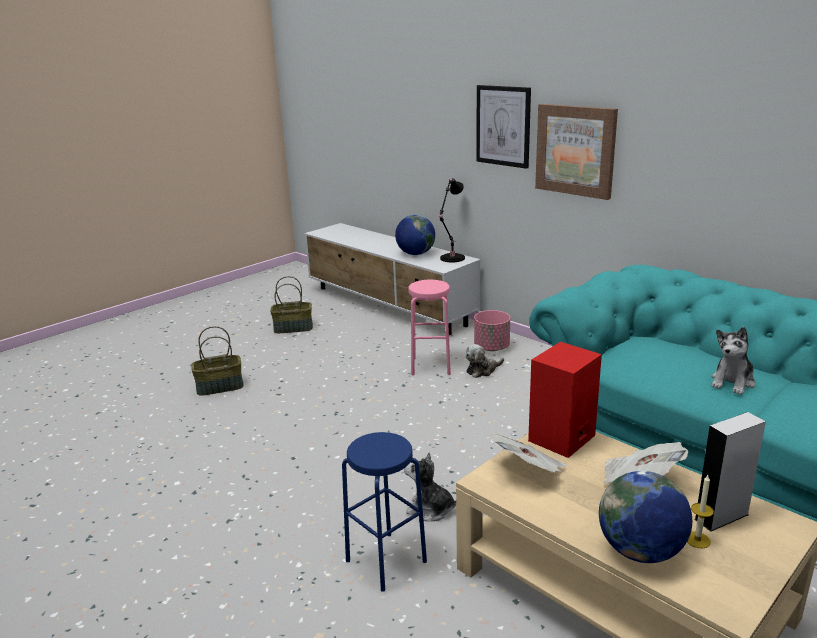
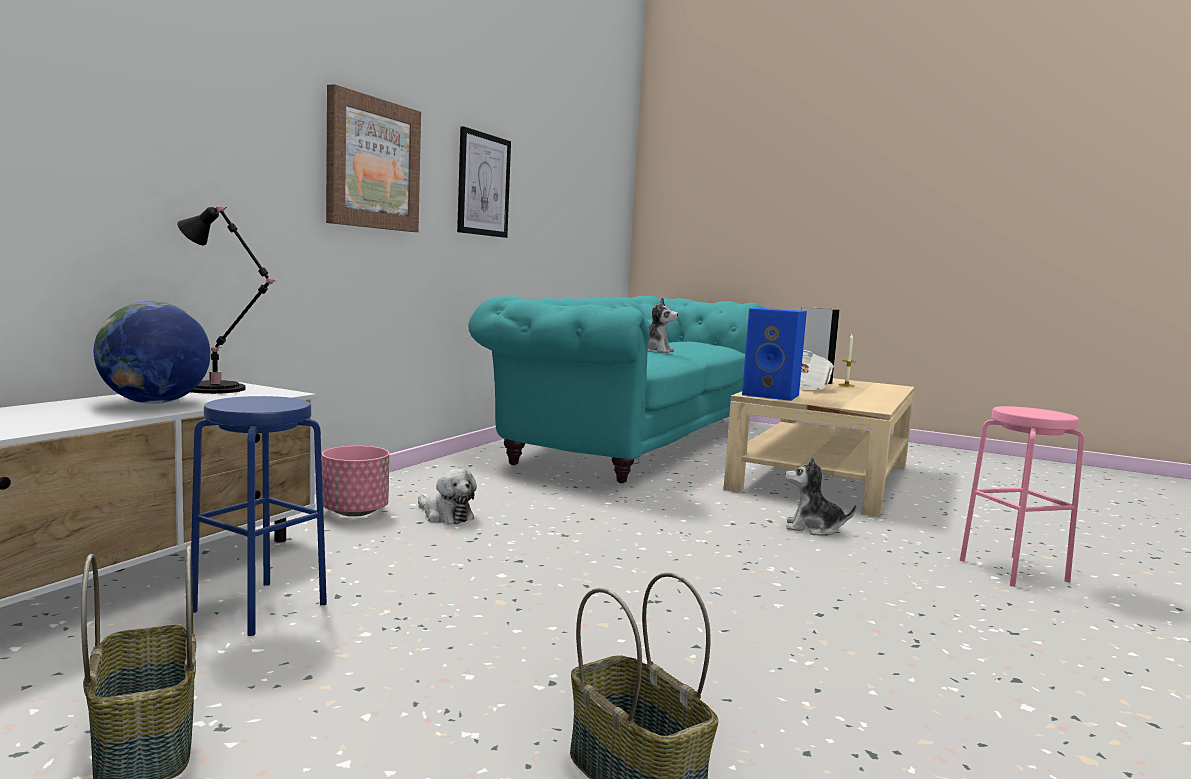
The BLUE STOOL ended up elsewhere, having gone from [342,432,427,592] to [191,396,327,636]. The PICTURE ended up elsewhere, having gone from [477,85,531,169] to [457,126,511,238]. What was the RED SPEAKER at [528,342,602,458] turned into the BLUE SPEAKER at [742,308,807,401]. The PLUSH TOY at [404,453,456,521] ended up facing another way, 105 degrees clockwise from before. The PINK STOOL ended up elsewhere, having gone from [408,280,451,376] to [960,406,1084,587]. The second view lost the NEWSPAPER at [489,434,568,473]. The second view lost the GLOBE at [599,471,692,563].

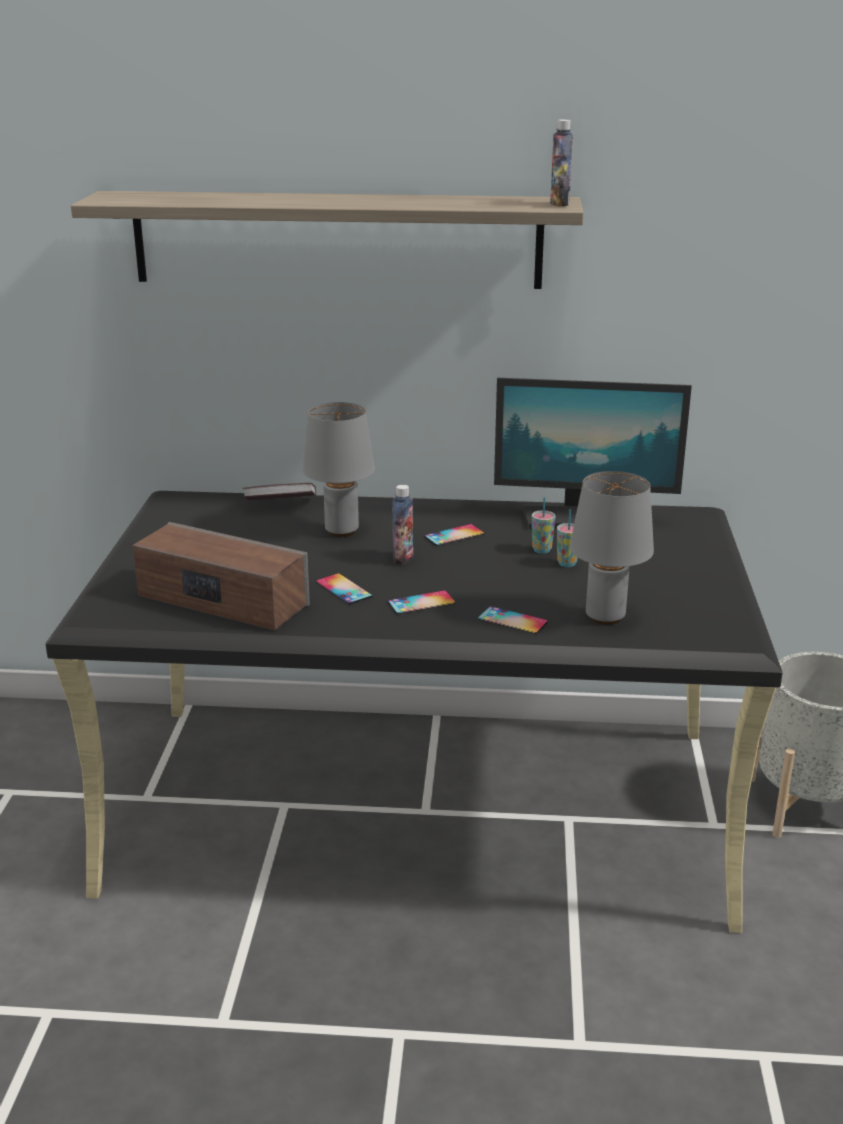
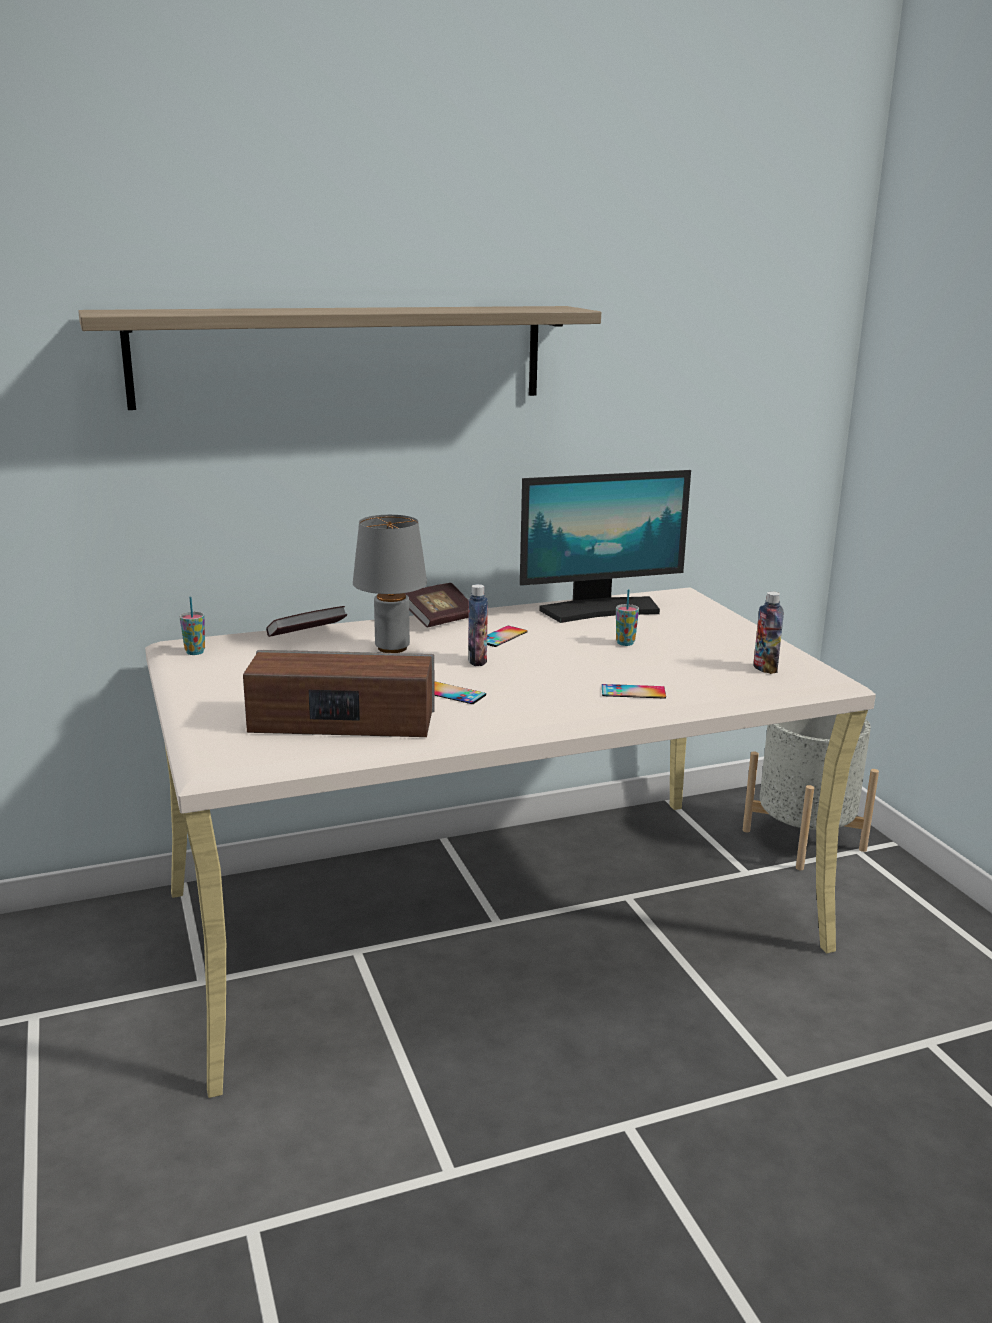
What was the BLACK DESK at [45,491,783,933] turned into the BEIGE DESK at [145,587,876,1098]. The CUP ended up elsewhere, having gone from [532,497,556,554] to [180,597,205,655]. The second view gained the BOOK at [405,583,469,628]. The BOTTLE ended up elsewhere, having gone from [550,119,573,206] to [753,591,784,674]. The second view lost the PHONE at [388,590,455,614]. The second view lost the GREY TABLE LAMP at [570,471,654,625].

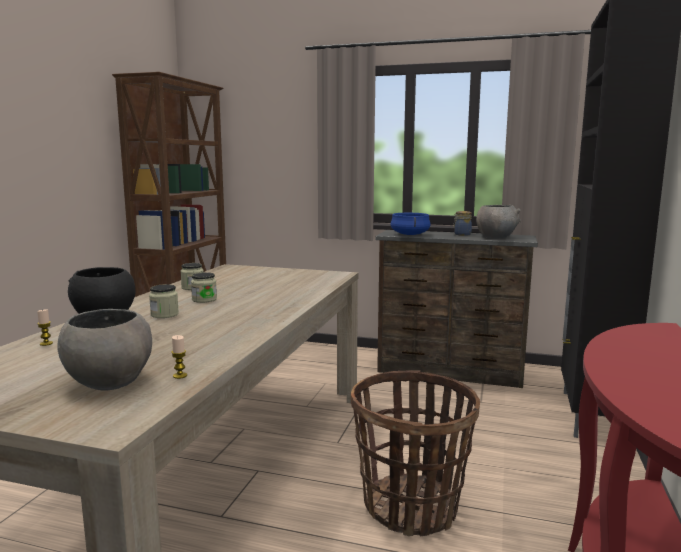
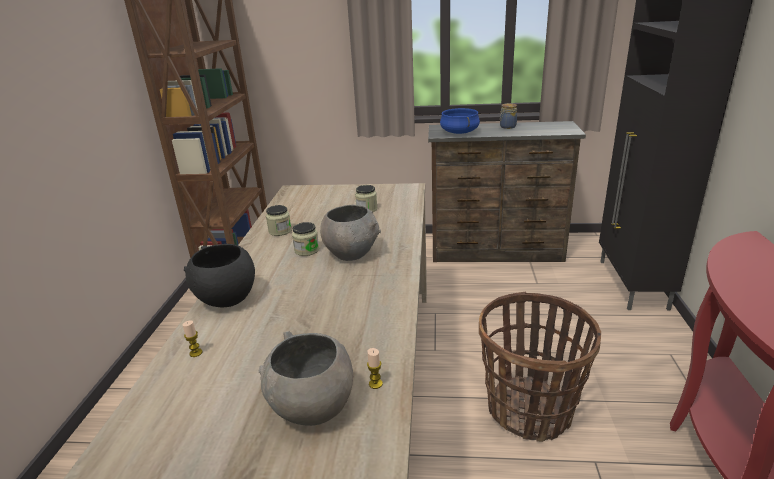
The GREY BOWL ended up elsewhere, having gone from [476,205,521,239] to [320,205,381,261]. The JAR ended up elsewhere, having gone from [149,284,179,318] to [355,185,377,212].

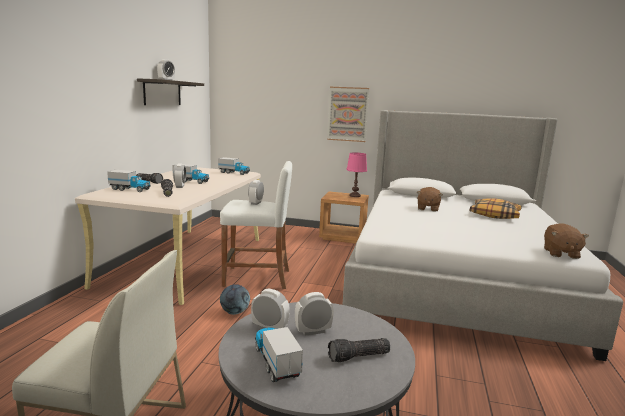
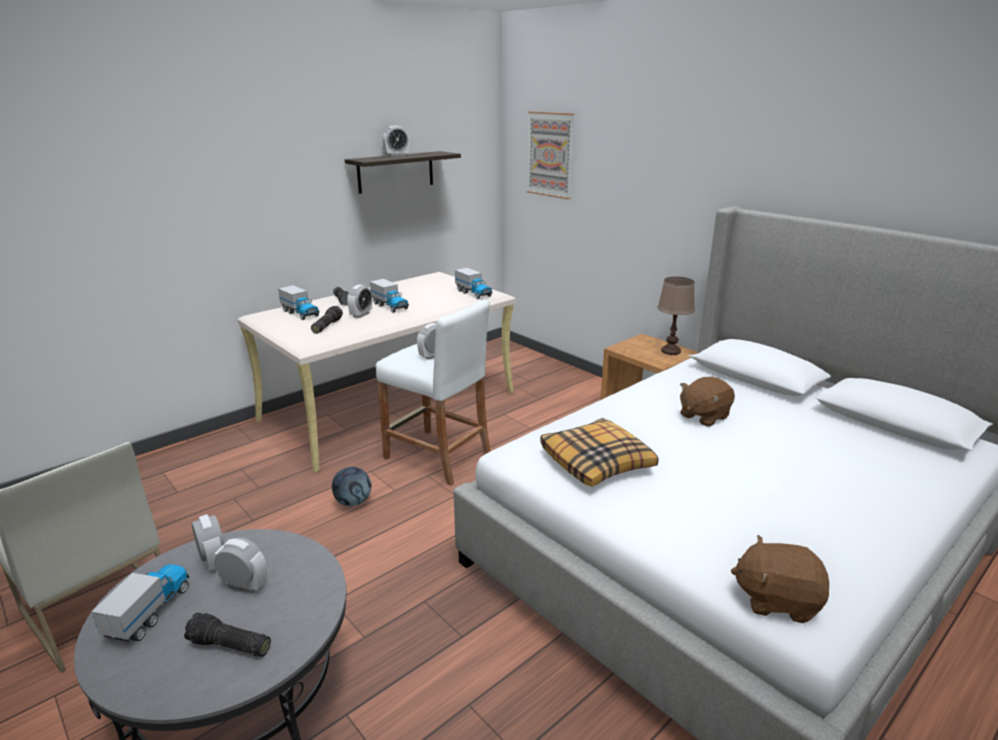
The PICTURE ended up elsewhere, having gone from [327,87,369,142] to [527,111,574,199]. The PILLOW ended up elsewhere, having gone from [470,198,522,219] to [541,418,659,487]. What was the PINK TABLE LAMP at [346,152,367,197] turned into the BROWN TABLE LAMP at [657,277,695,355]. The BROWN PLUSH TOY at [544,223,589,259] ended up facing another way, 60 degrees clockwise from before.

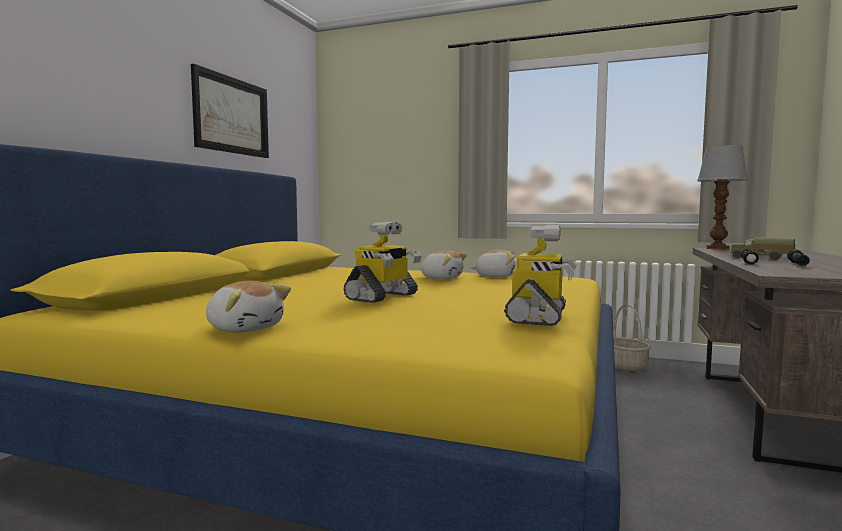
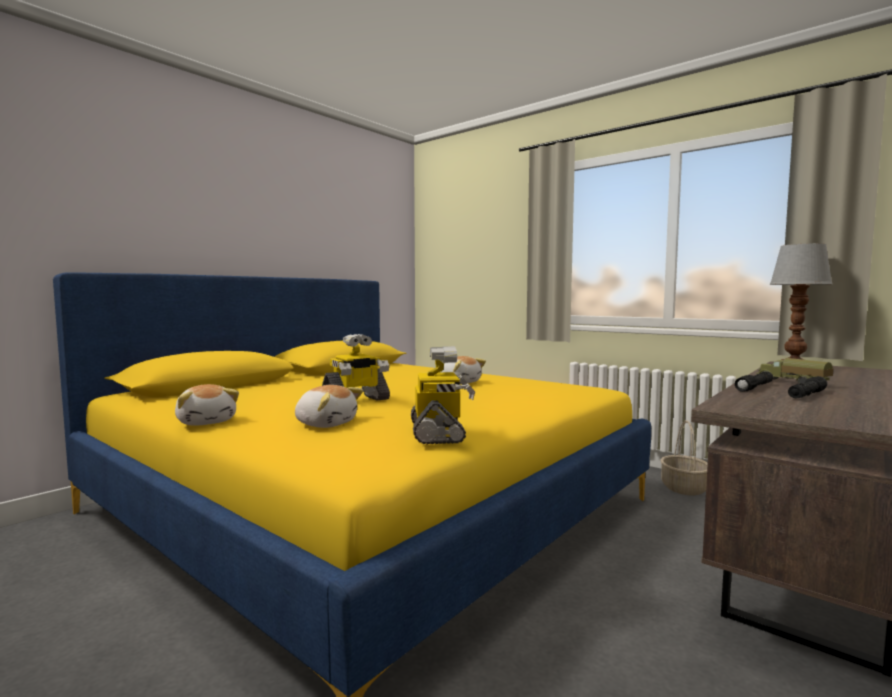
The PLUSH TOY ended up elsewhere, having gone from [470,249,516,277] to [295,385,363,428]. The TOY ROBOT at [504,225,577,326] ended up facing another way, 45 degrees counterclockwise from before. The second view lost the PICTURE at [191,64,269,158].

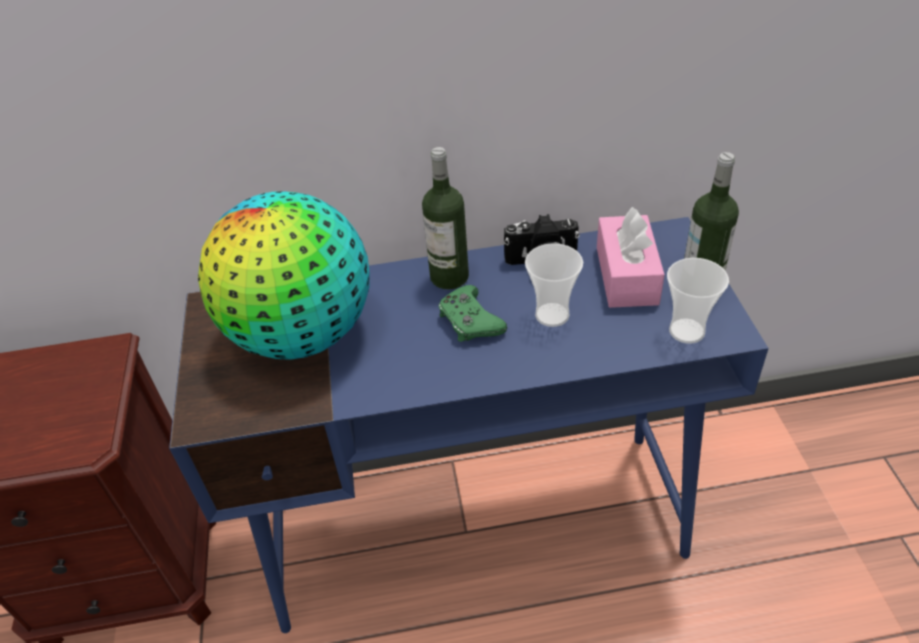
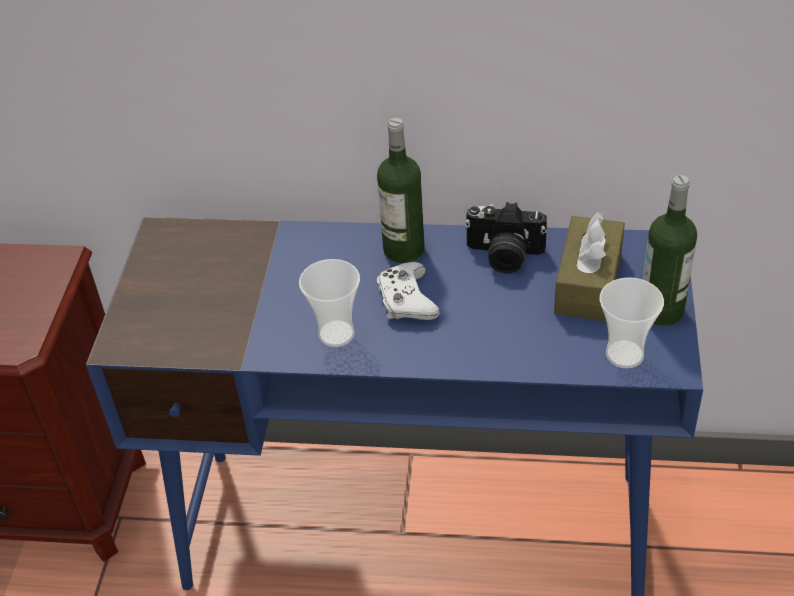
The CUP ended up elsewhere, having gone from [525,243,583,327] to [299,259,360,347]. What was the GREEN GAME CONTROLLER at [439,285,507,342] turned into the WHITE GAME CONTROLLER at [377,262,440,320]. What was the PINK TISSUE BOX at [597,207,665,308] turned into the BROWN TISSUE BOX at [554,212,625,321]. The second view lost the GLOBE at [198,191,370,360].

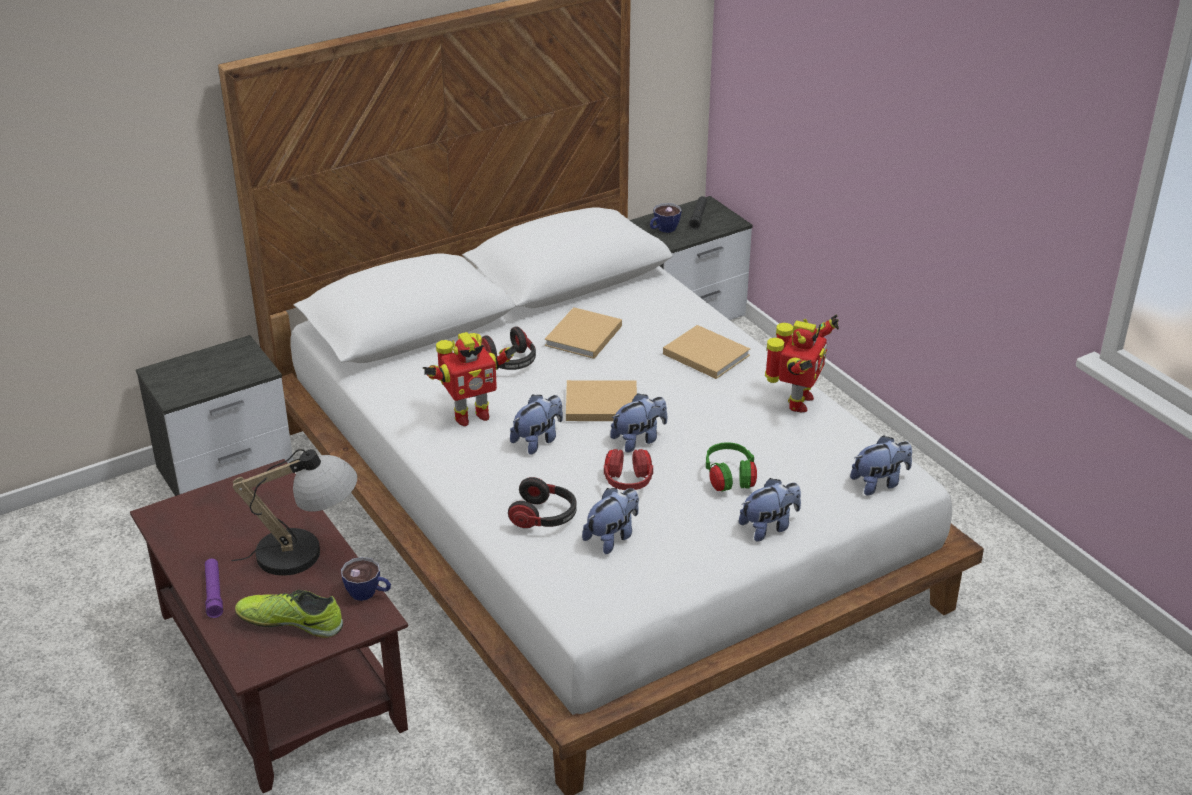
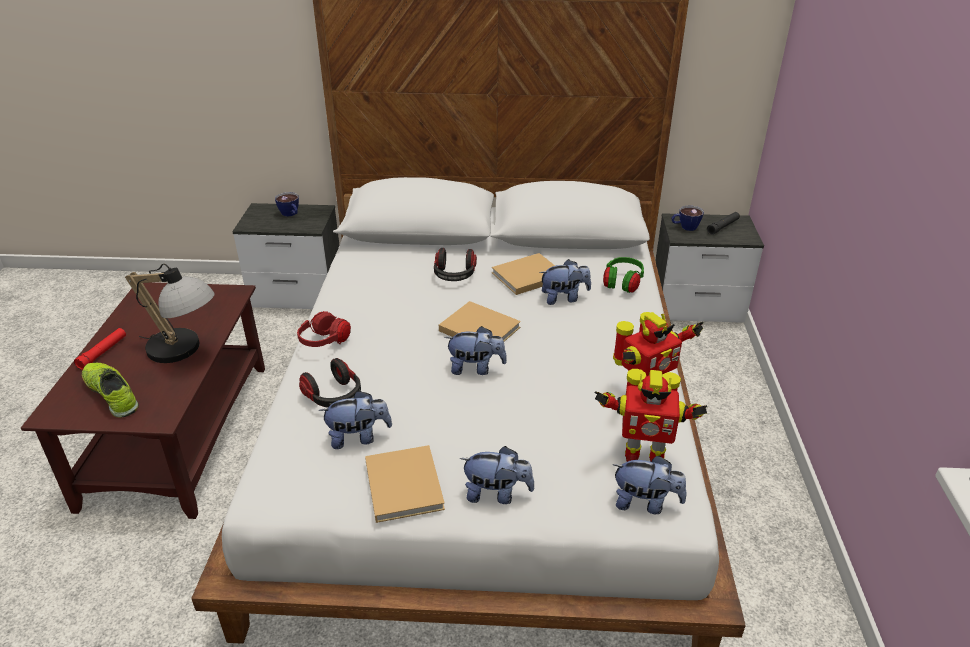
What was the PURPLE FLASHLIGHT at [205,559,223,618] turned into the RED FLASHLIGHT at [74,328,126,370]. The CUP ended up elsewhere, having gone from [341,557,391,601] to [275,192,299,217]. The RED HEADPHONES ended up elsewhere, having gone from [604,449,653,490] to [297,311,351,347]. The BEIGE BOOK ended up elsewhere, having gone from [663,325,750,379] to [365,445,445,523]. The PLUSH TOY ended up elsewhere, having gone from [510,395,563,455] to [540,259,591,305]. The TOY ROBOT ended up elsewhere, having gone from [423,332,517,426] to [594,369,707,462]. The GREEN HEADPHONES ended up elsewhere, having gone from [706,442,757,492] to [603,257,644,293].

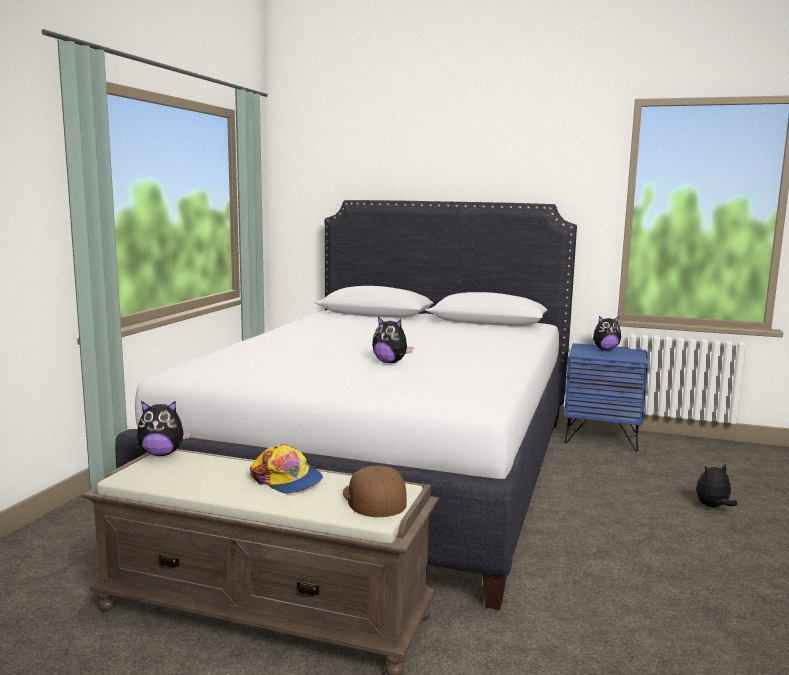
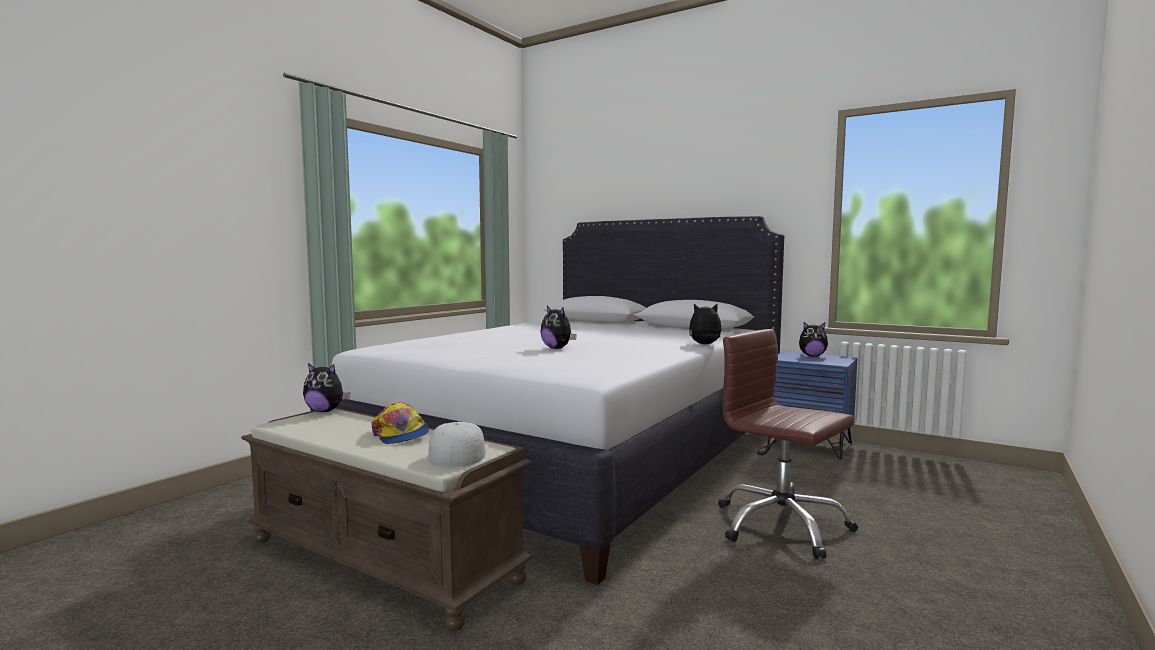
What was the BROWN CAP at [343,466,407,517] turned into the WHITE CAP at [429,422,488,468]. The PLUSH TOY ended up elsewhere, having gone from [696,463,738,507] to [689,304,721,344]. The second view gained the BROWN OFFICE CHAIR at [718,329,858,559].

